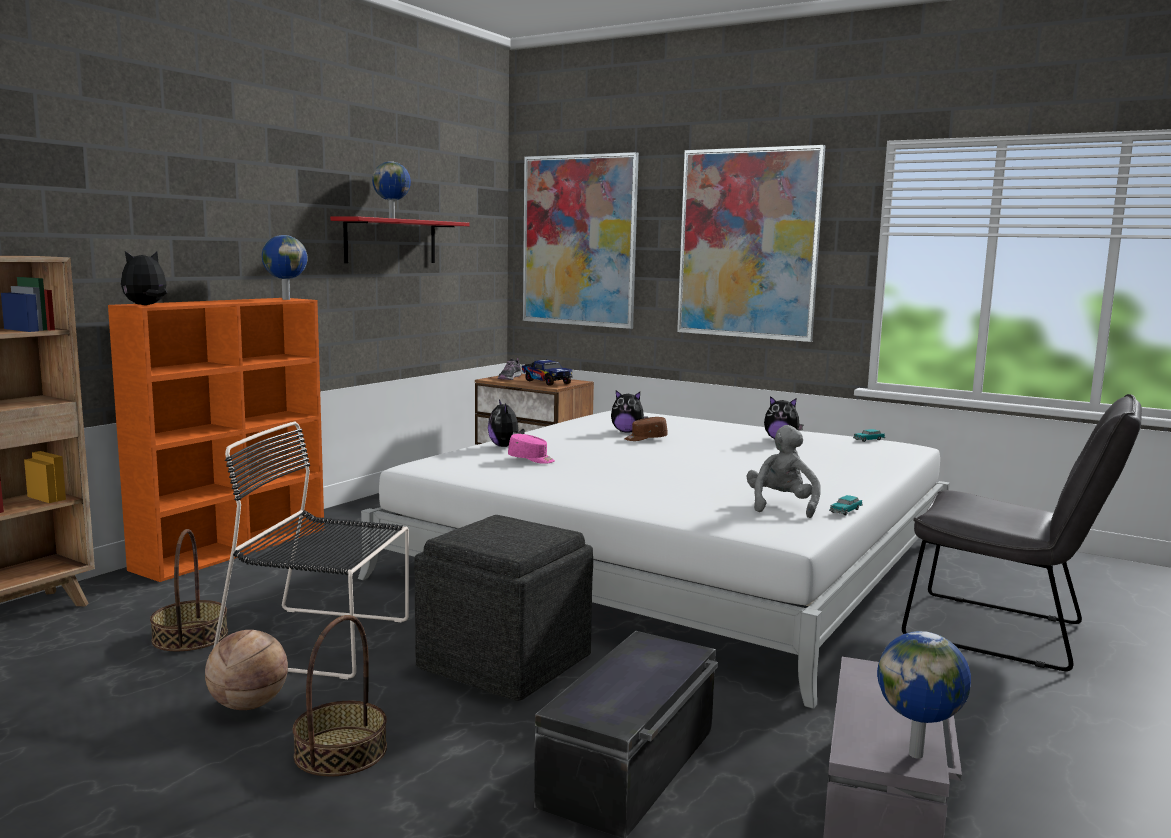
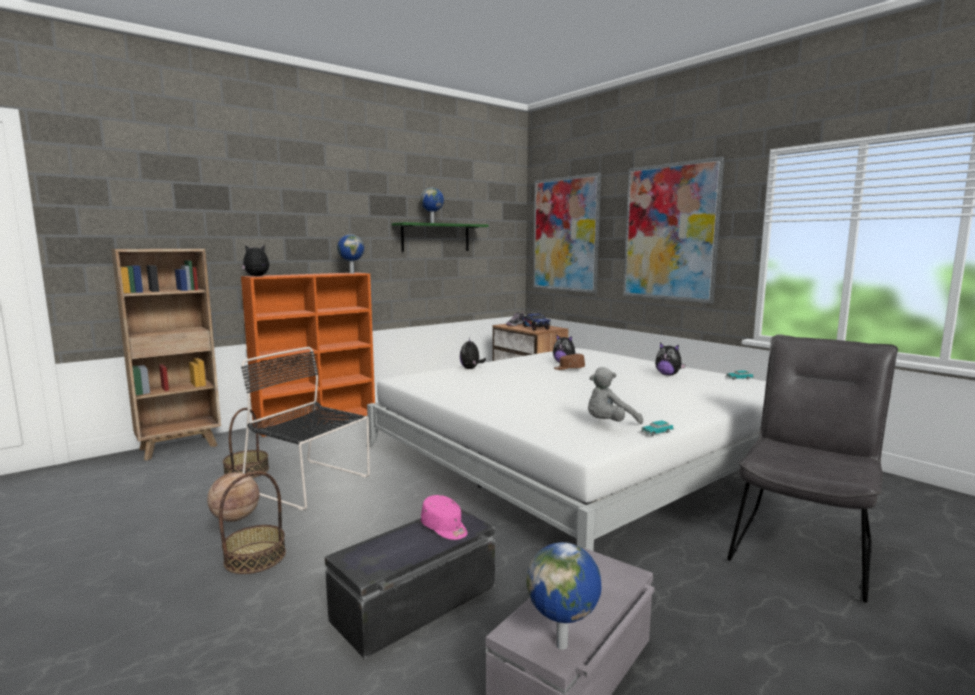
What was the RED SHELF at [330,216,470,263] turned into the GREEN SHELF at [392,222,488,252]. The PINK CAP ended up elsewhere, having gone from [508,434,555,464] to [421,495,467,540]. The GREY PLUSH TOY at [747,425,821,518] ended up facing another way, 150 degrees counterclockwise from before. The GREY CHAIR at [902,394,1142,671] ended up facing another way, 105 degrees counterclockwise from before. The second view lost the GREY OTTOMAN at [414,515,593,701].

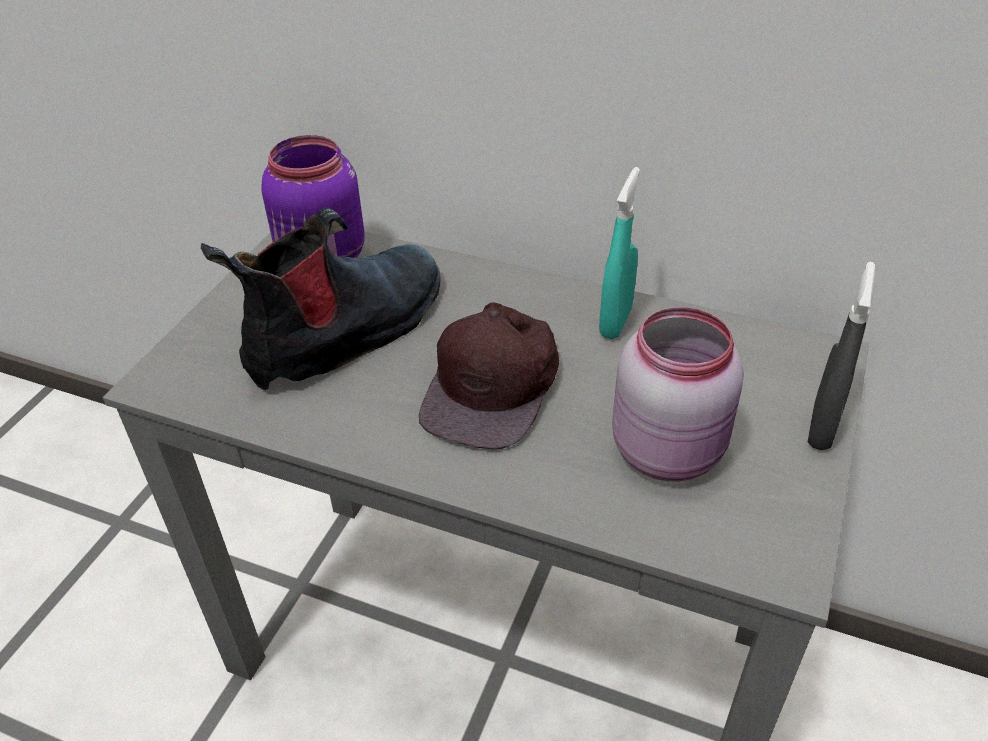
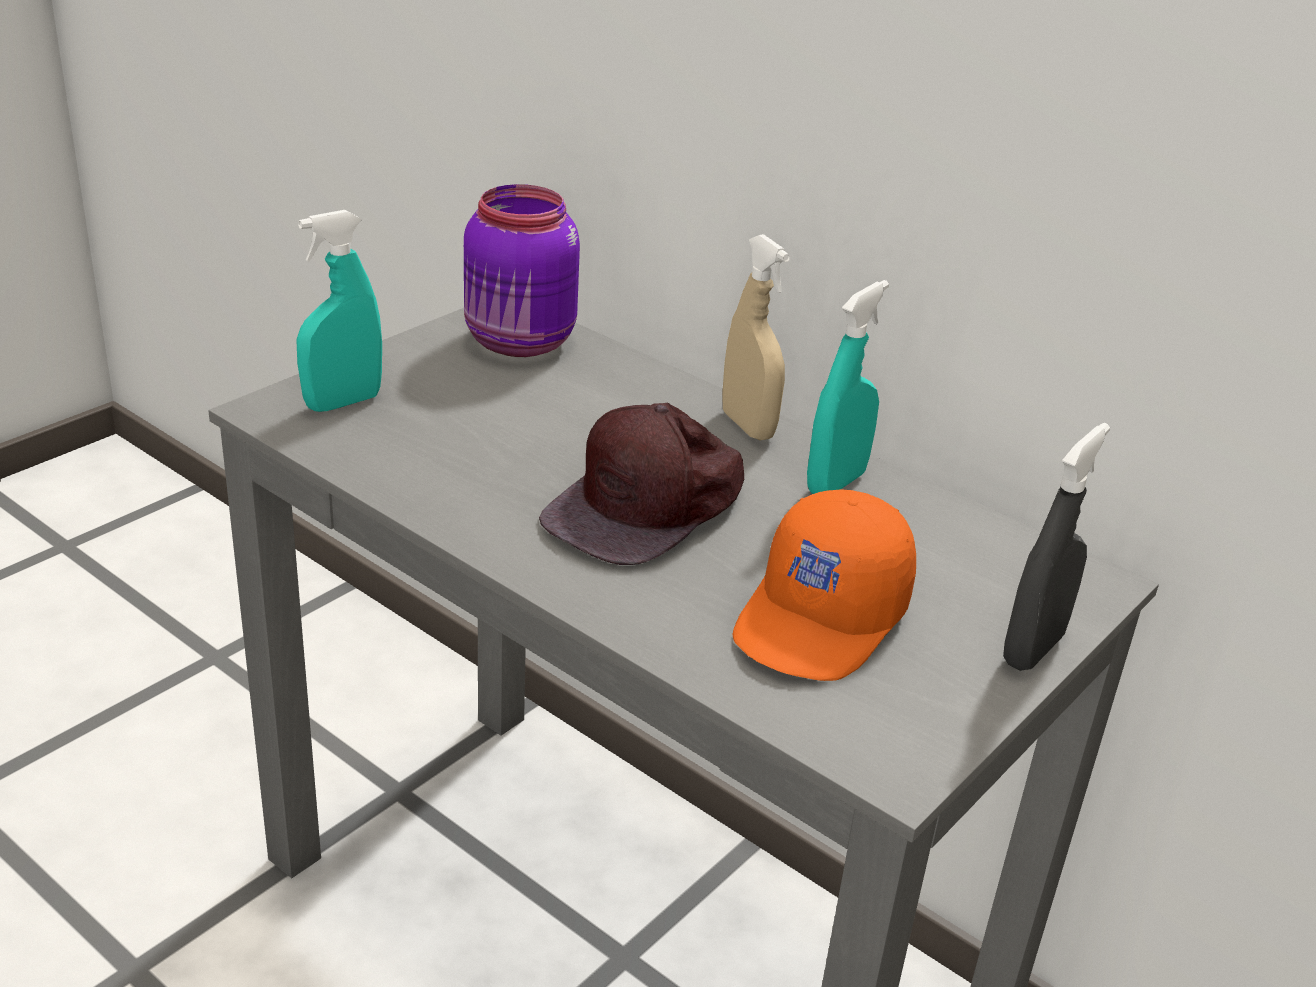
The second view gained the TURQUOISE SPRAY BOTTLE at [296,210,382,412]. The second view gained the BEIGE SPRAY BOTTLE at [722,234,790,440]. Where the PINK JAR stood at [612,307,744,481], the ORANGE CAP came to stand at [732,489,916,681]. The second view lost the BOOT at [201,207,441,390].

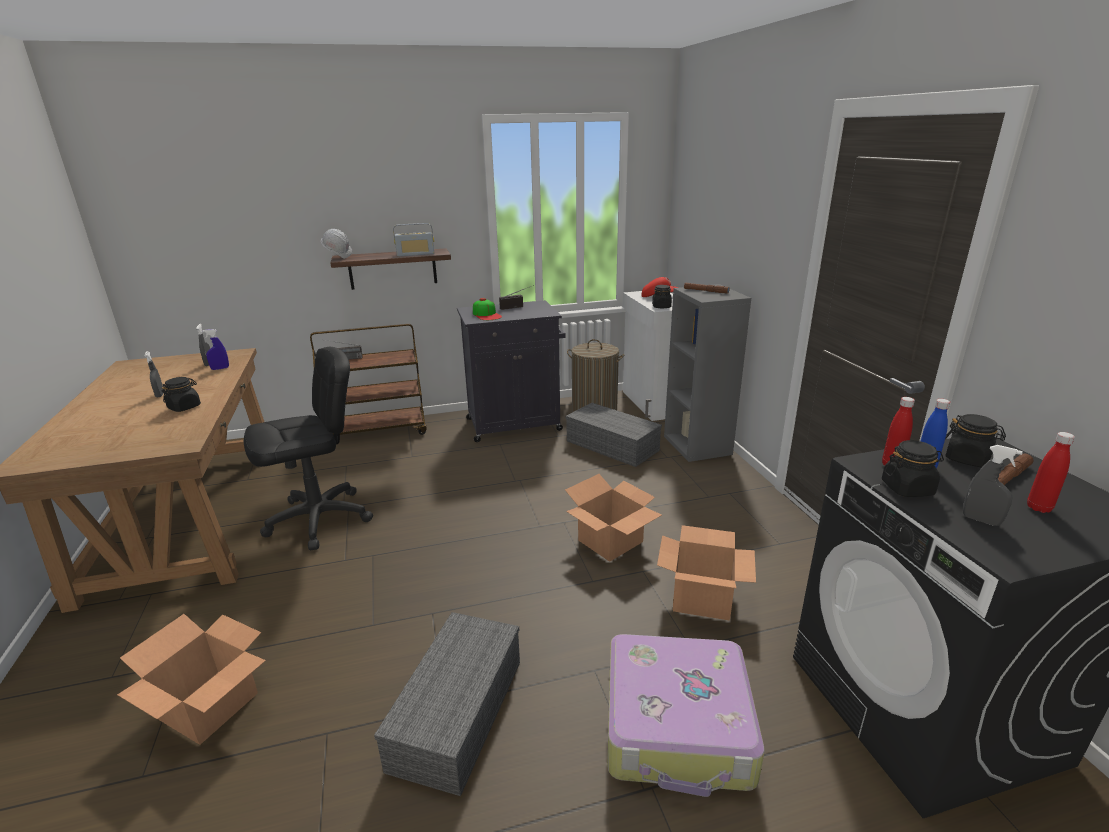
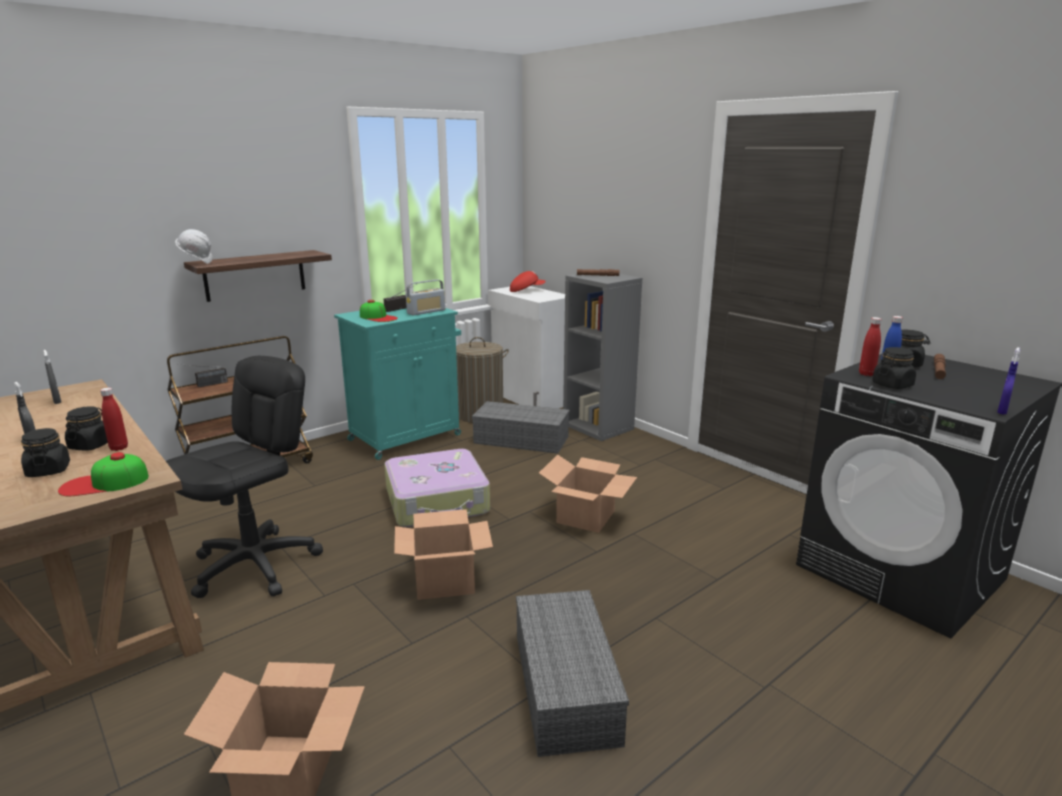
The BLACK JAR ended up elsewhere, having gone from [652,285,672,308] to [21,428,70,477]. The second view gained the CAP at [58,452,149,496]. The RED BOTTLE ended up elsewhere, having gone from [1027,432,1075,513] to [100,388,128,451]. What was the BLACK CABINET at [457,300,565,442] turned into the TURQUOISE CABINET at [334,308,461,460]. The SUITCASE ended up elsewhere, having gone from [607,634,764,797] to [384,449,490,527]. The CARDBOARD BOX ended up elsewhere, having gone from [657,525,756,620] to [394,509,493,600]. The RADIO ended up elsewhere, having gone from [393,223,434,256] to [406,279,445,315]. The BLUE SPRAY BOTTLE ended up elsewhere, having gone from [202,329,229,370] to [997,347,1020,415]. The second view lost the GREY SPRAY BOTTLE at [963,445,1023,526].

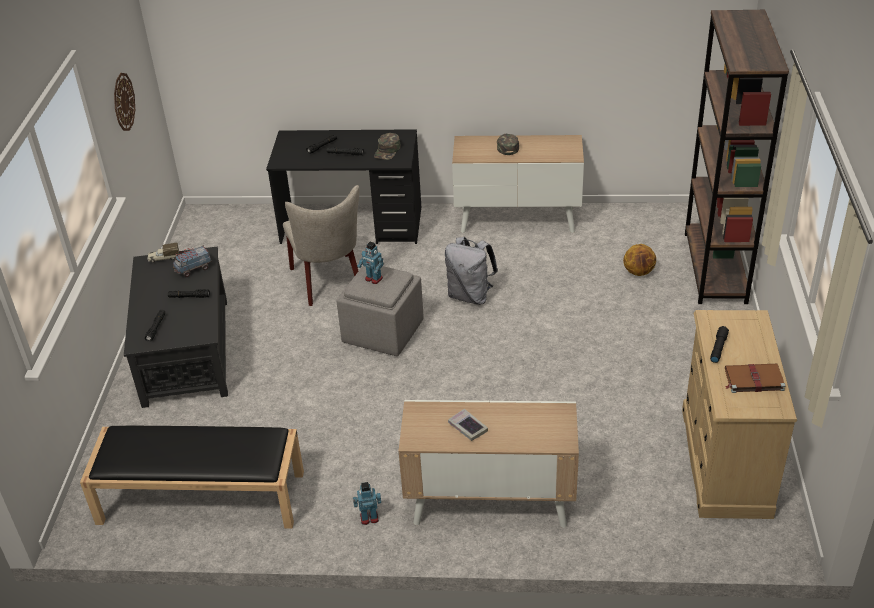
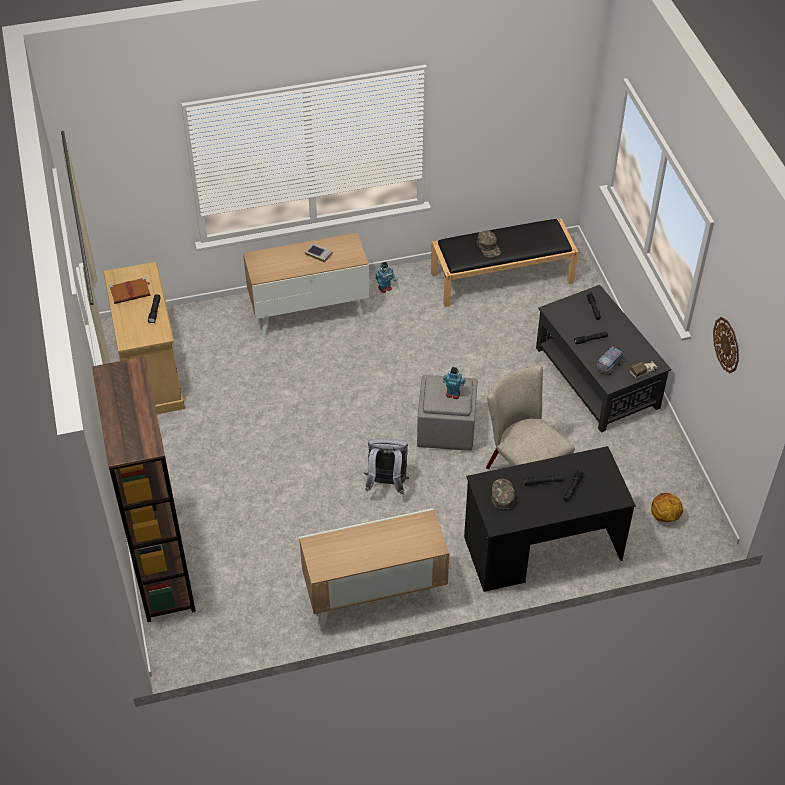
The GREEN CAP ended up elsewhere, having gone from [497,134,519,155] to [477,230,501,258]. The BASKETBALL ended up elsewhere, having gone from [623,244,656,276] to [651,493,683,522].

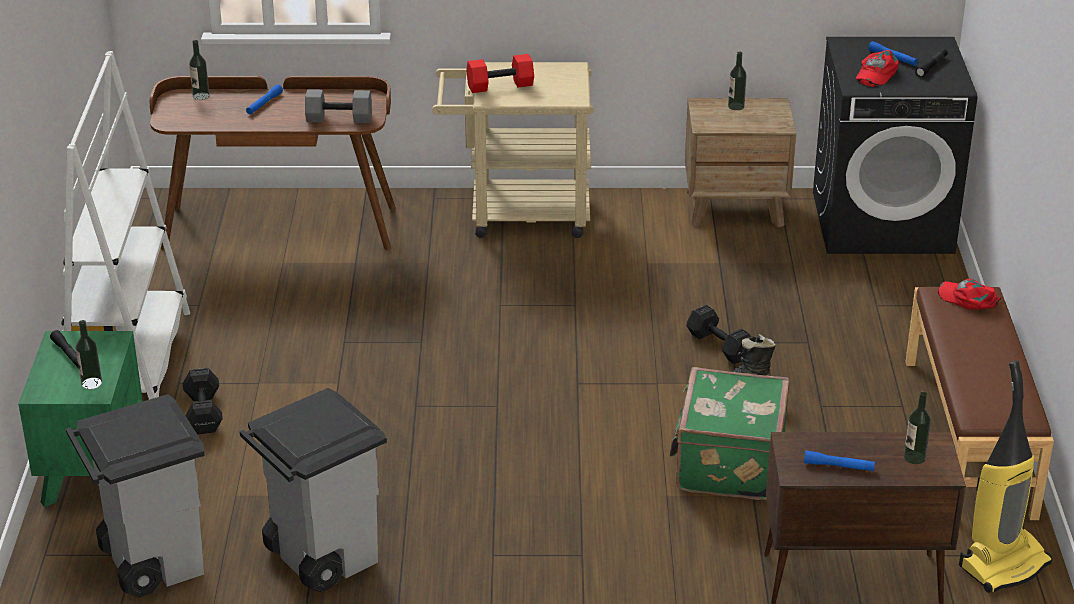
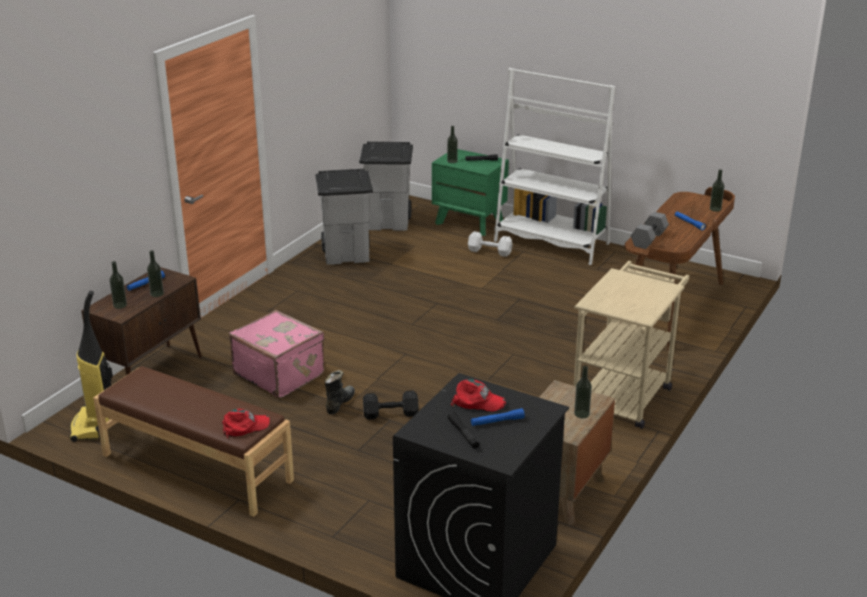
The second view gained the BOTTLE at [147,250,164,297]. What was the GREEN SUITCASE at [670,367,790,500] turned into the PINK SUITCASE at [229,310,325,398]. The RED CAP at [856,50,899,87] ended up facing another way, 135 degrees clockwise from before. What was the BLACK DUMBBELL at [183,368,223,434] turned into the WHITE DUMBBELL at [468,231,512,257]. The second view lost the RED DUMBBELL at [466,54,534,93].

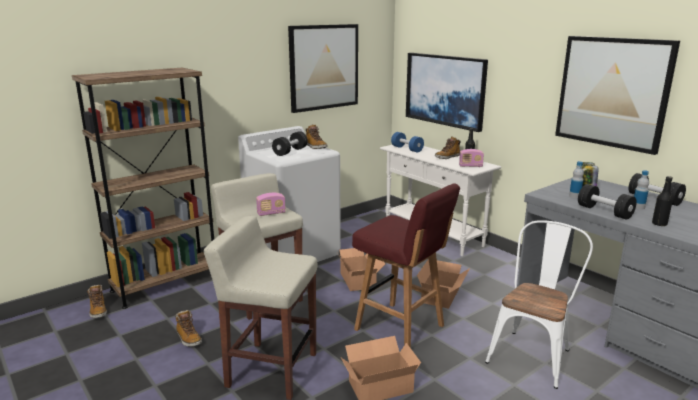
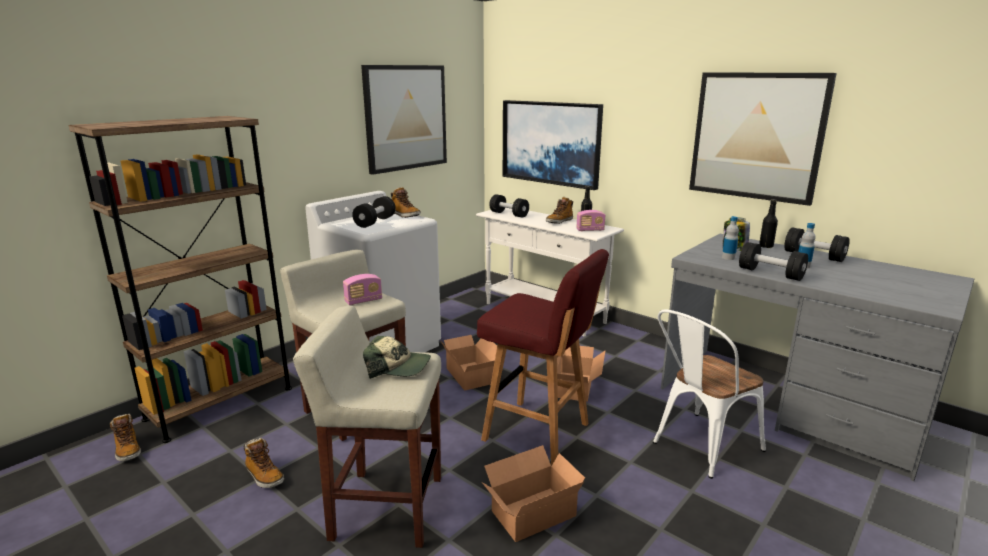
The second view gained the CAP at [363,336,431,379]. What was the BLUE DUMBBELL at [391,132,424,152] turned into the BLACK DUMBBELL at [489,194,529,218]. The WHITE CHAIR at [485,220,593,389] ended up facing another way, 150 degrees counterclockwise from before. The BLACK BOTTLE ended up elsewhere, having gone from [652,176,673,226] to [759,199,778,248].

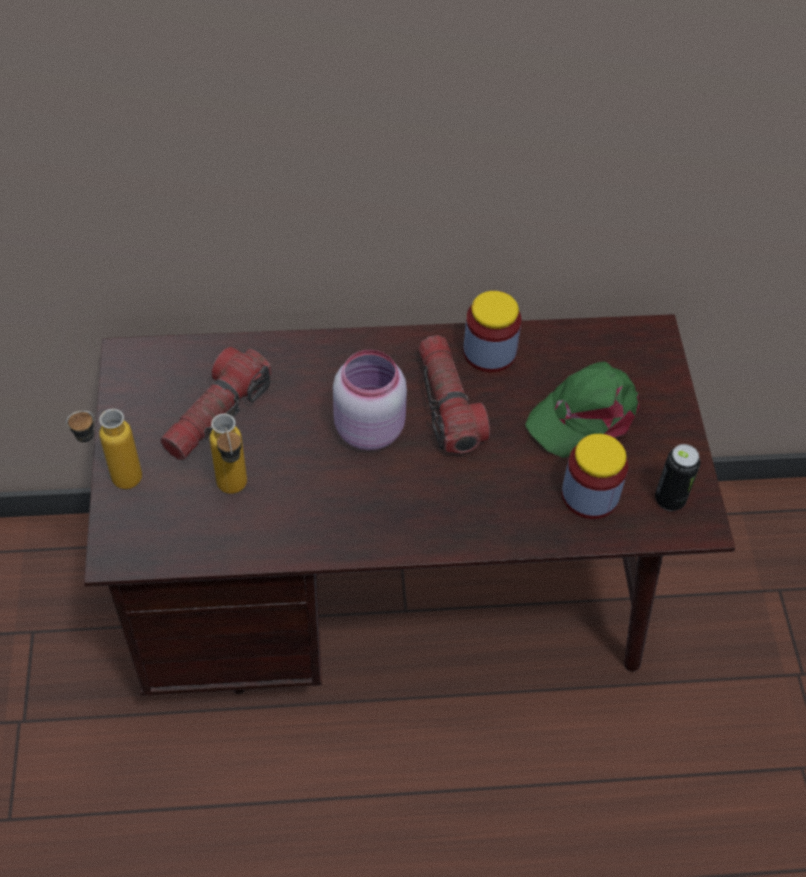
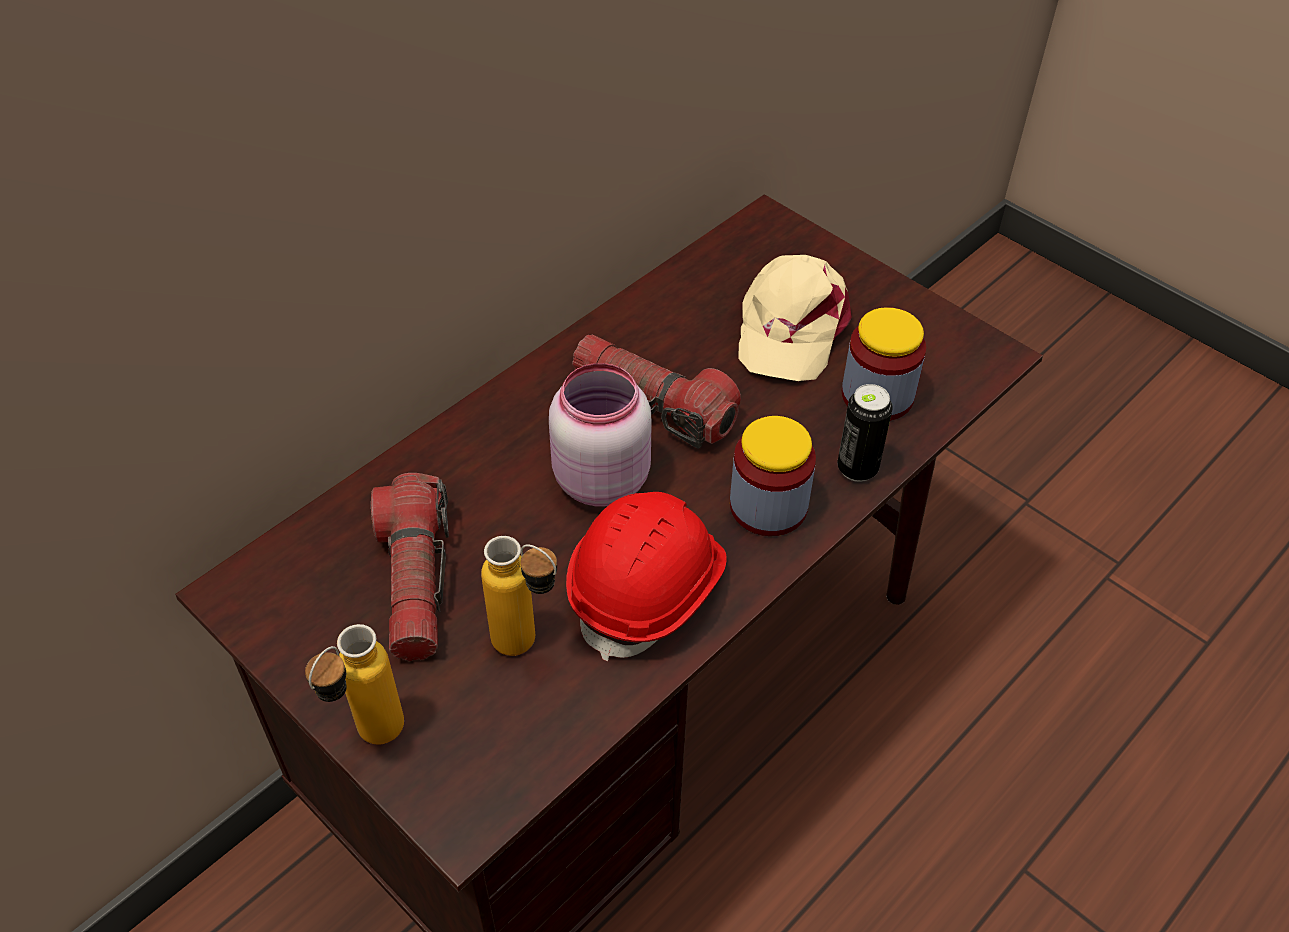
The second view gained the RED HARD HAT at [566,492,727,661]. The JAR ended up elsewhere, having gone from [463,291,521,373] to [730,416,816,536]. What was the GREEN CAP at [525,361,640,458] turned into the BEIGE CAP at [739,255,852,381]. The CAN ended up elsewhere, having gone from [655,444,701,511] to [837,384,893,482].

